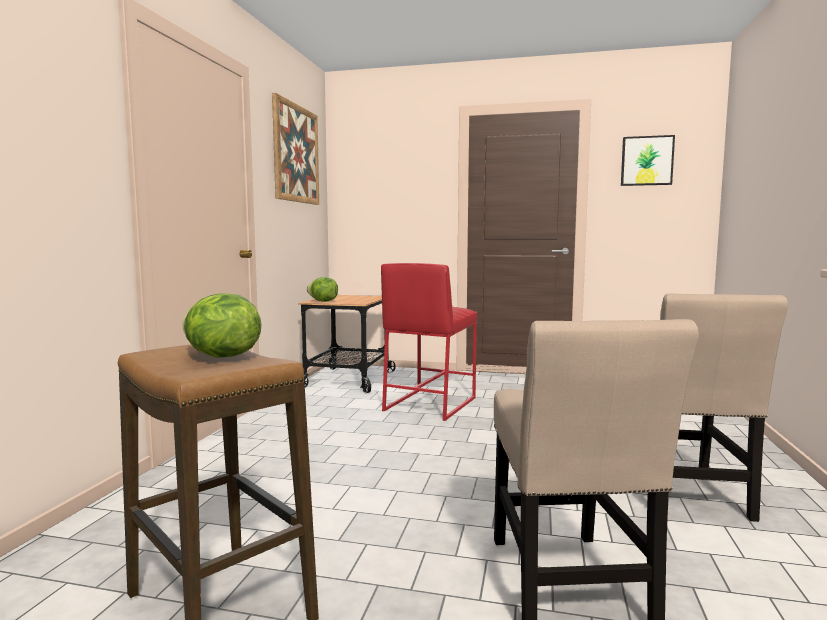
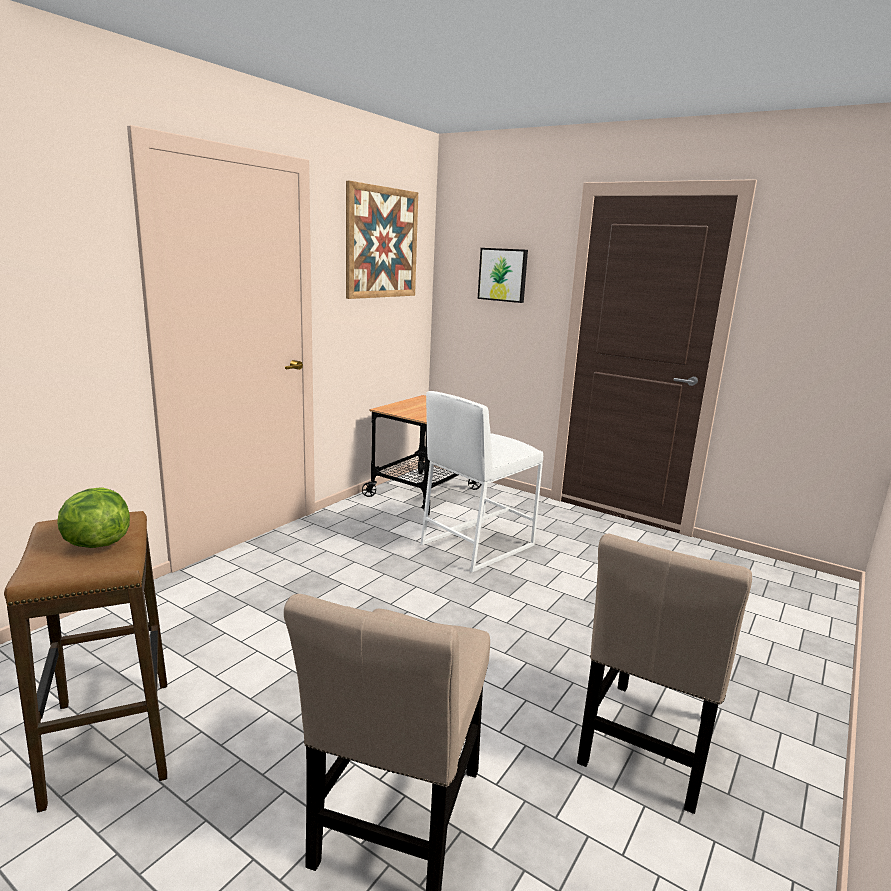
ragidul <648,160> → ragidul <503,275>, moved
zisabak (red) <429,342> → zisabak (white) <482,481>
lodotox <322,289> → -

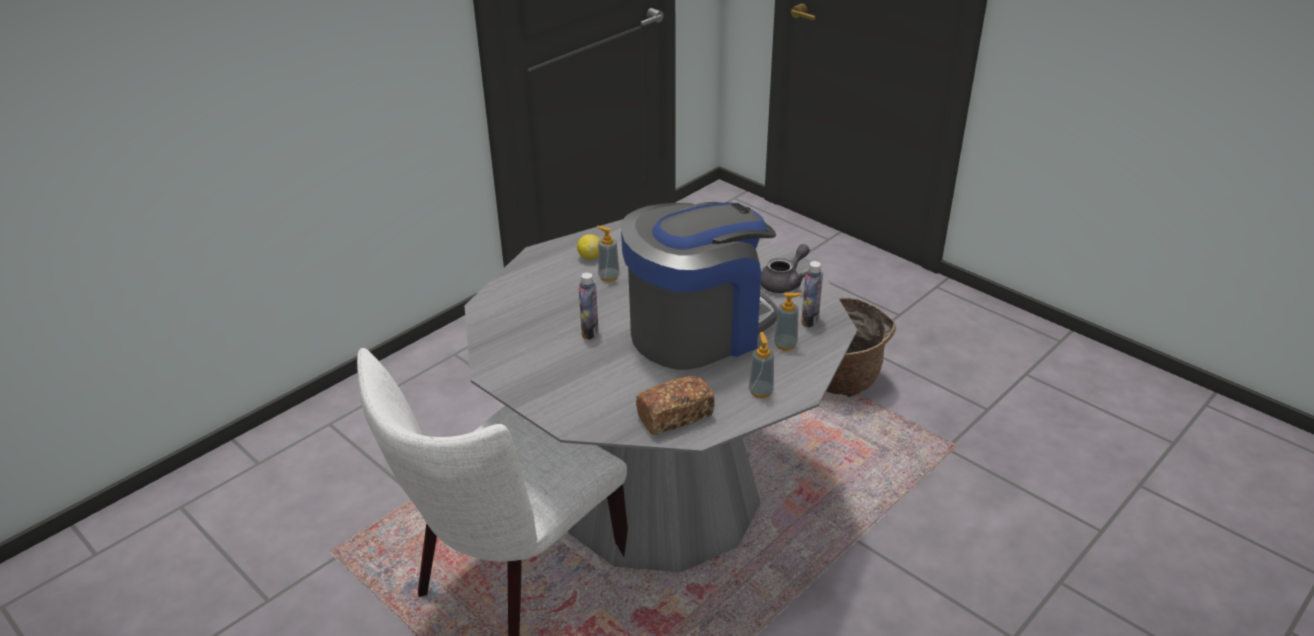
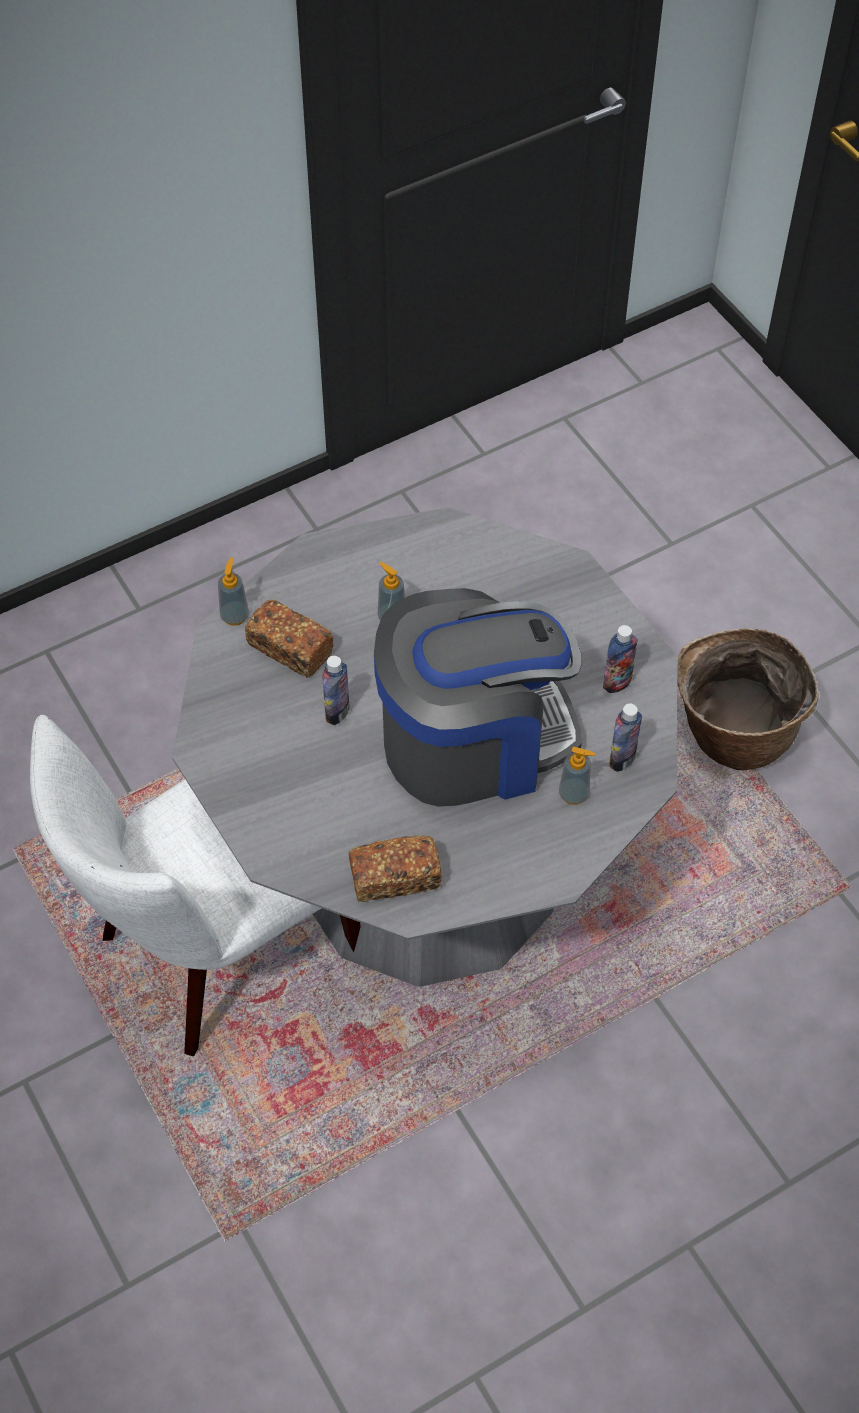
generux <588,246> → -
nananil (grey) <785,268> → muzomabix <620,659>
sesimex <761,365> → sesimex <233,591>, moved
- → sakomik <289,638>

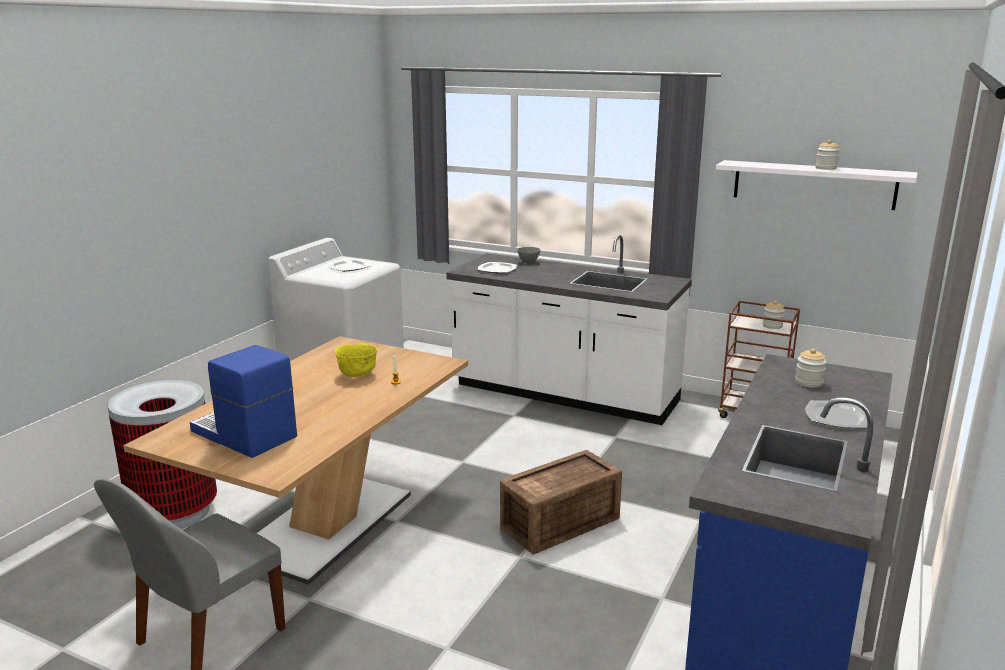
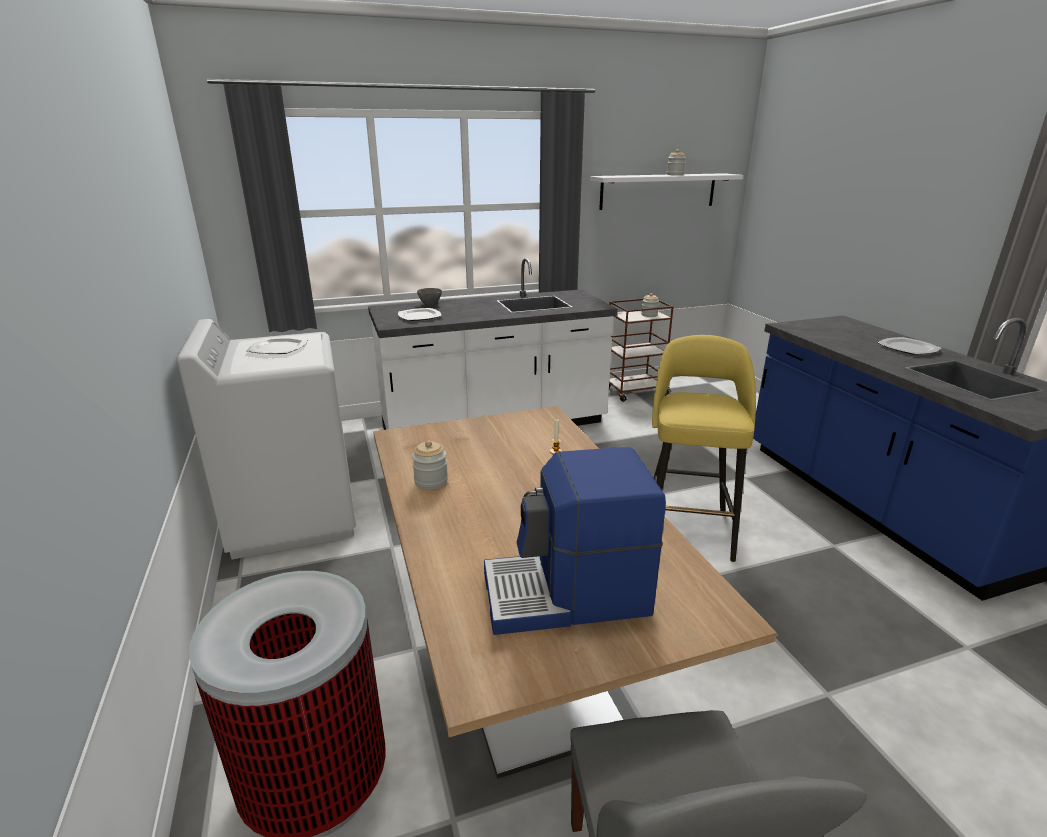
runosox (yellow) <356,360> → -
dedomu <810,368> → dedomu <430,465>, moved
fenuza <561,502> → zisabak (yellow) <704,448>

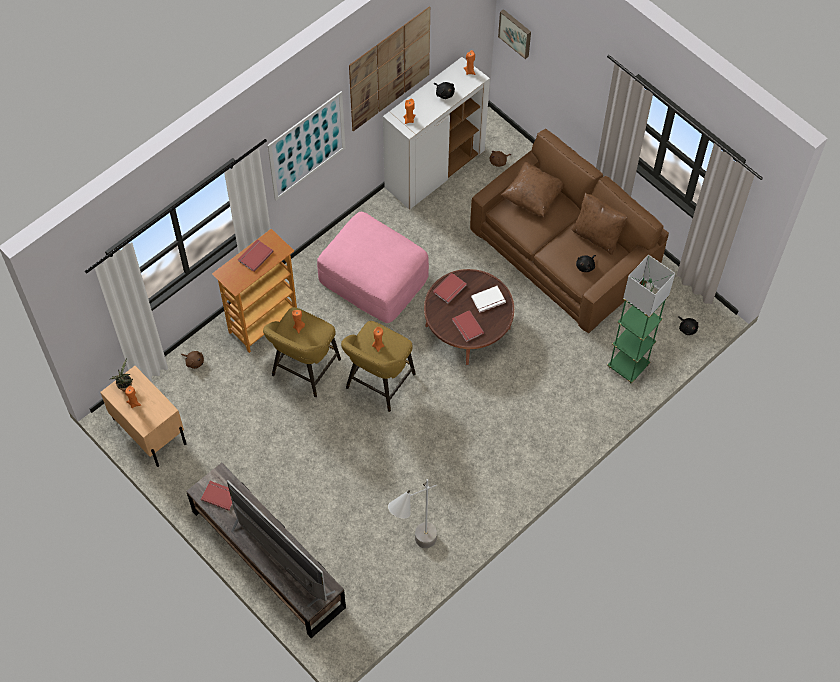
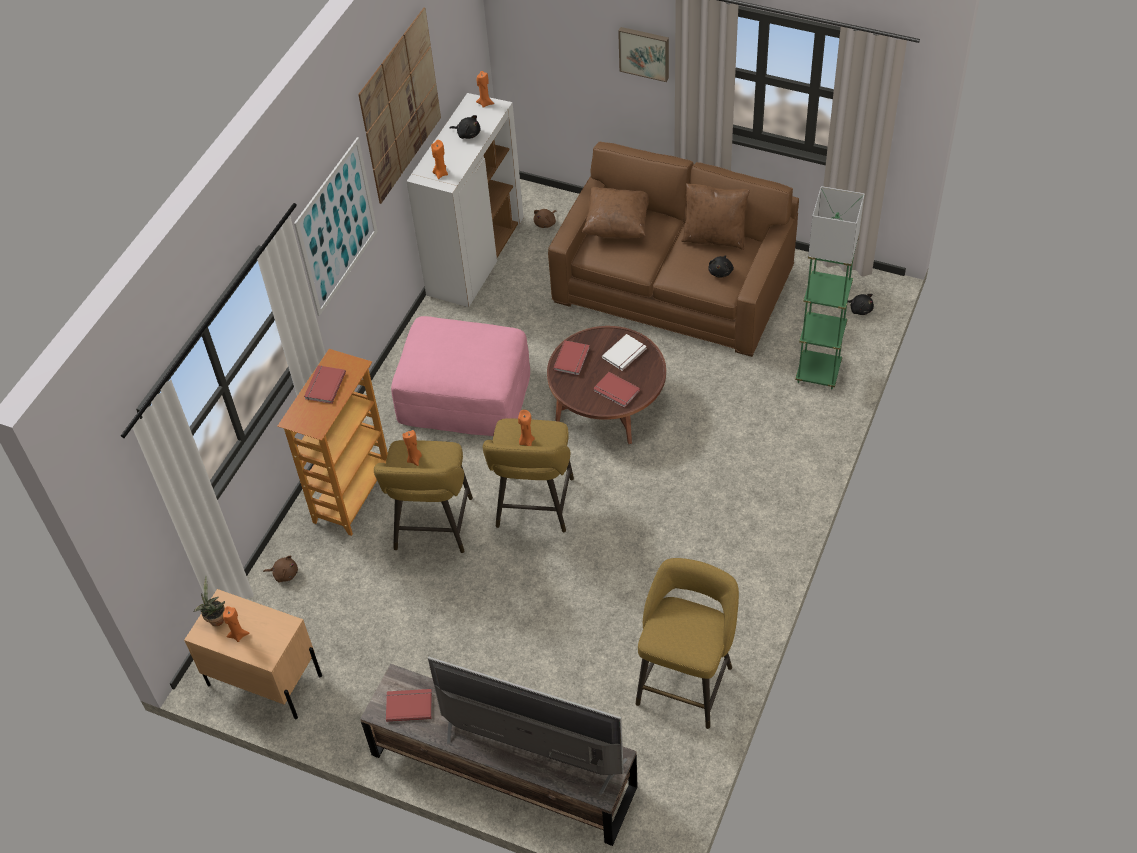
ragidul <514,34> → ragidul <643,54>, moved
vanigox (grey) <412,513> → zisabak (yellow) <687,643>

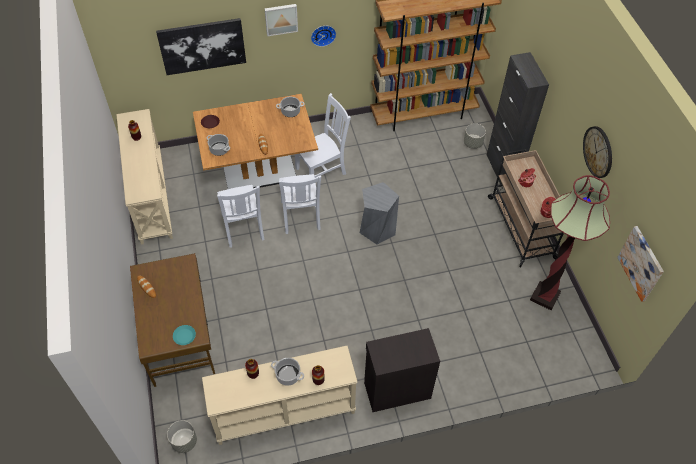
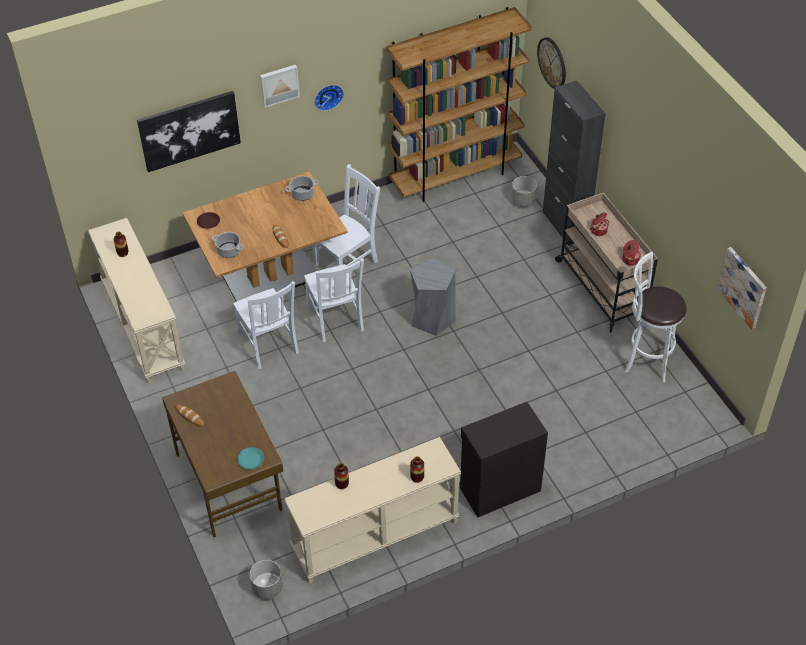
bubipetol <597,152> → bubipetol <551,63>, moved
vanigox <570,243> → zisabak (white) <655,317>
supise <287,372> → -

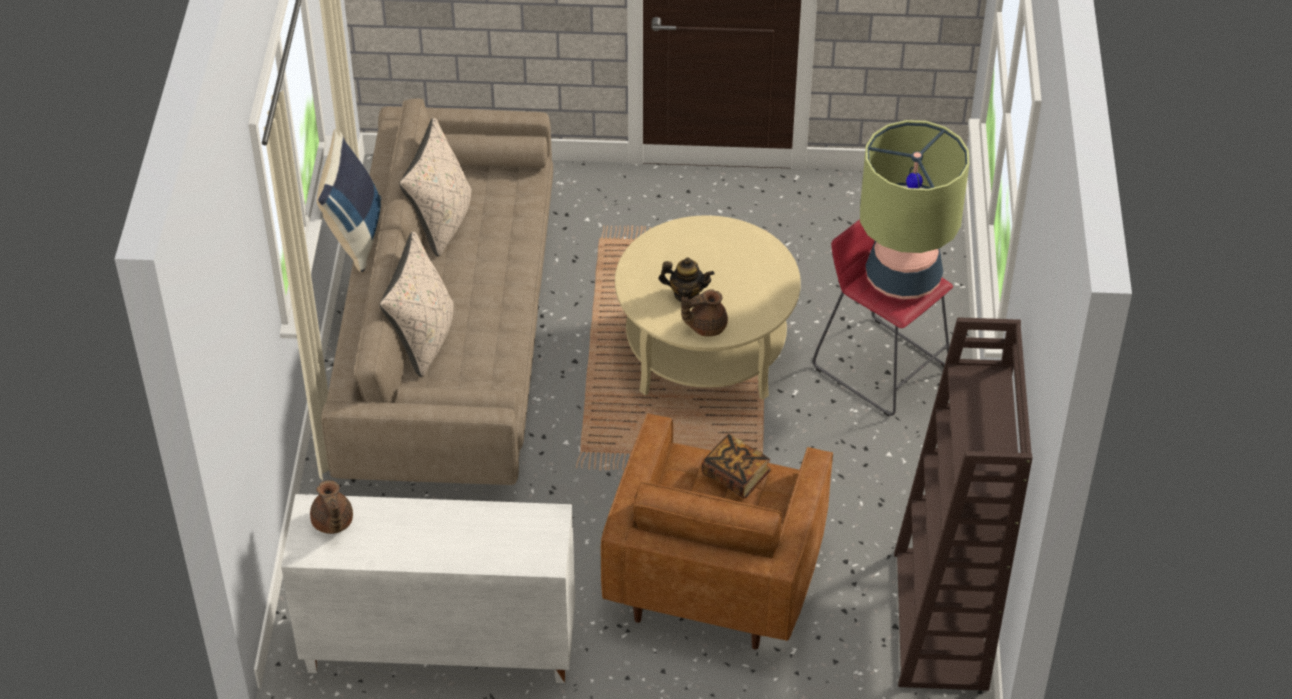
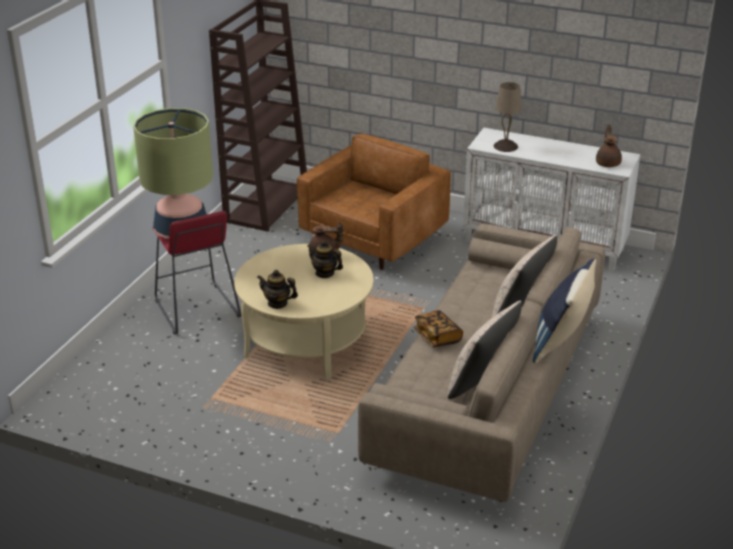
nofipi <736,466> → nofipi <438,328>, moved
- → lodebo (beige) <508,117>
- → nananil <277,289>

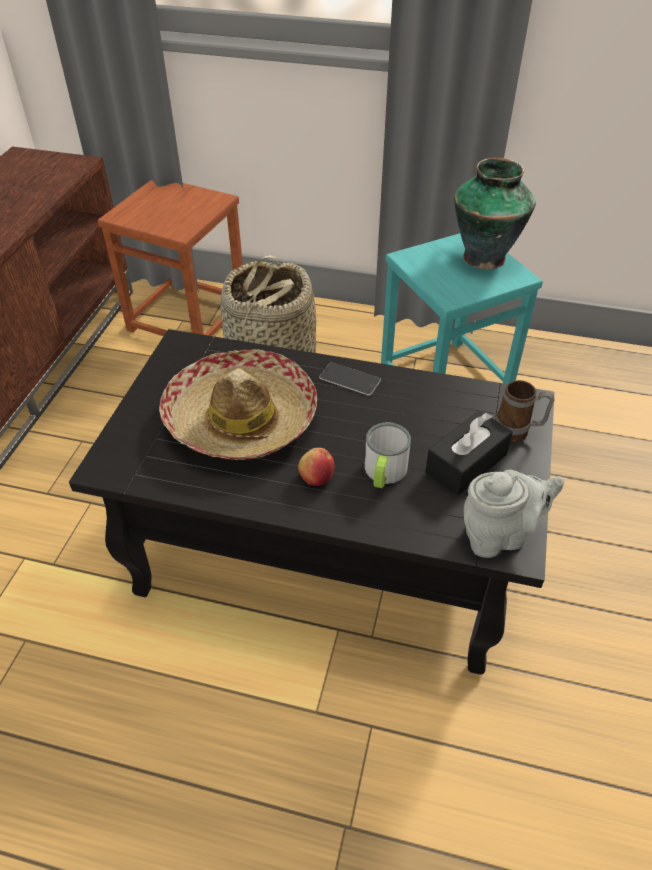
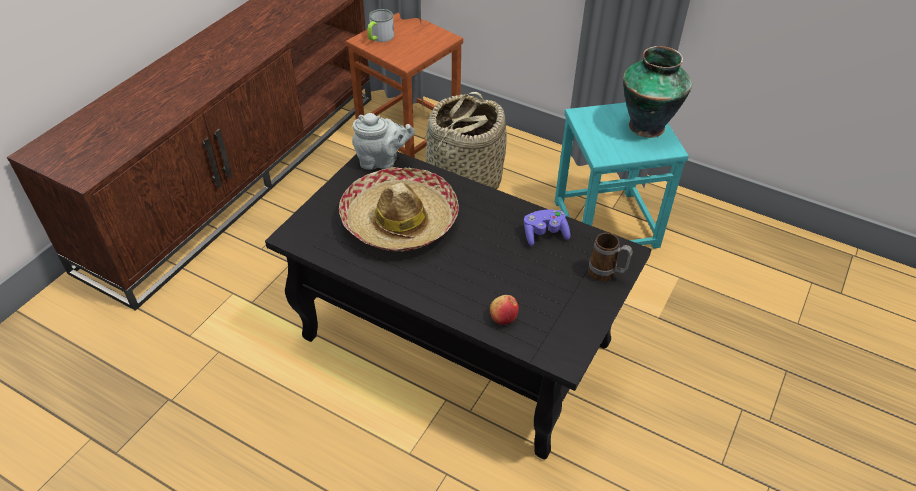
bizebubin <350,379> → -
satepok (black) <469,453> → -
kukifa <387,455> → kukifa <381,25>, moved
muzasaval <316,467> → muzasaval <504,310>, moved
nananil (grey) <514,514> → nananil (grey) <383,141>, moved
- → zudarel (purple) <547,228>

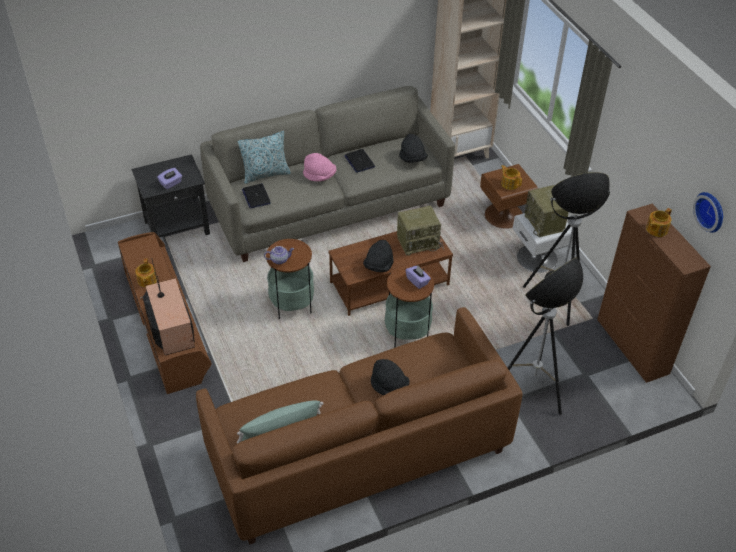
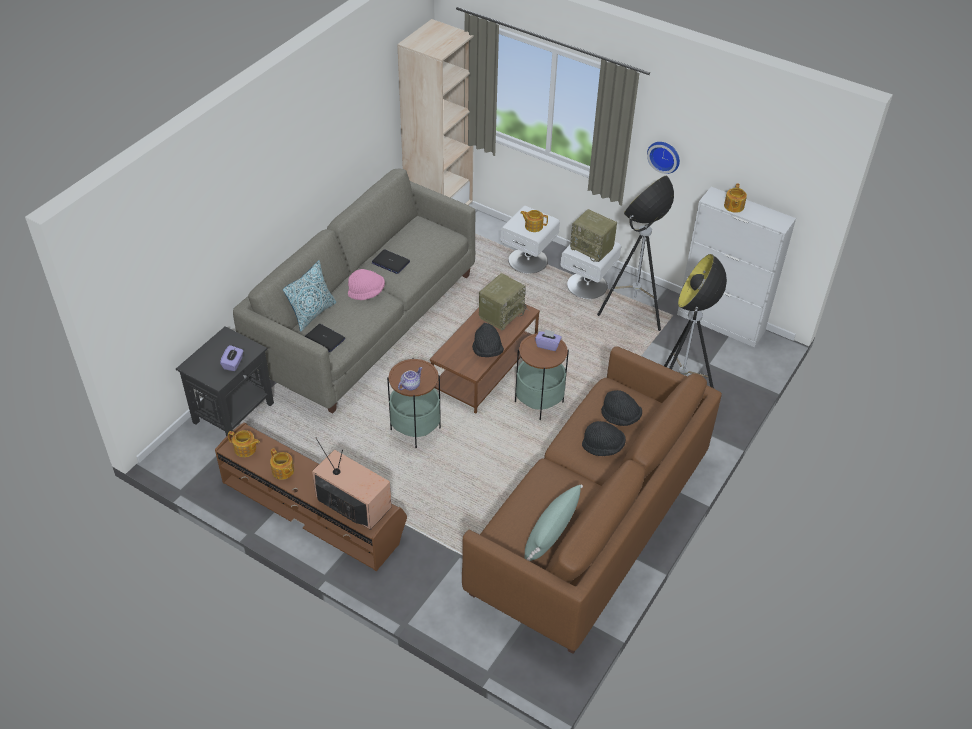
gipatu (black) <413,148> → gipatu (black) <621,408>, moved
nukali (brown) <509,196> → nukali (white) <530,240>
bubipetol <708,212> → bubipetol <663,158>, moved
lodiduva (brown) <654,293> → lodiduva (white) <736,267>
- → nananil <244,443>

